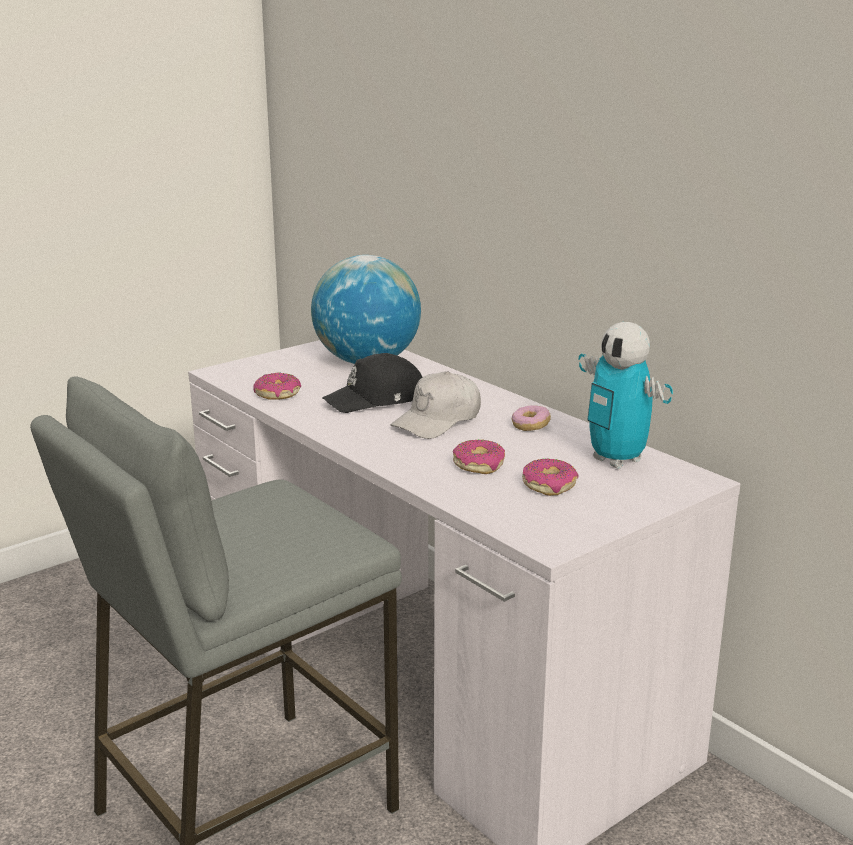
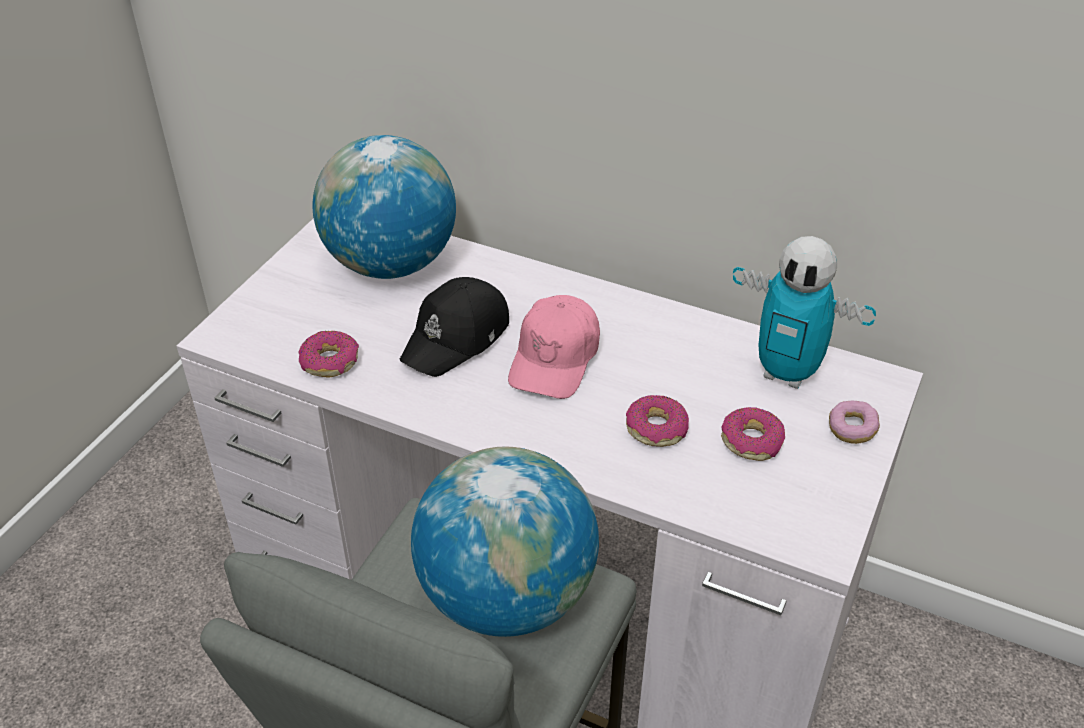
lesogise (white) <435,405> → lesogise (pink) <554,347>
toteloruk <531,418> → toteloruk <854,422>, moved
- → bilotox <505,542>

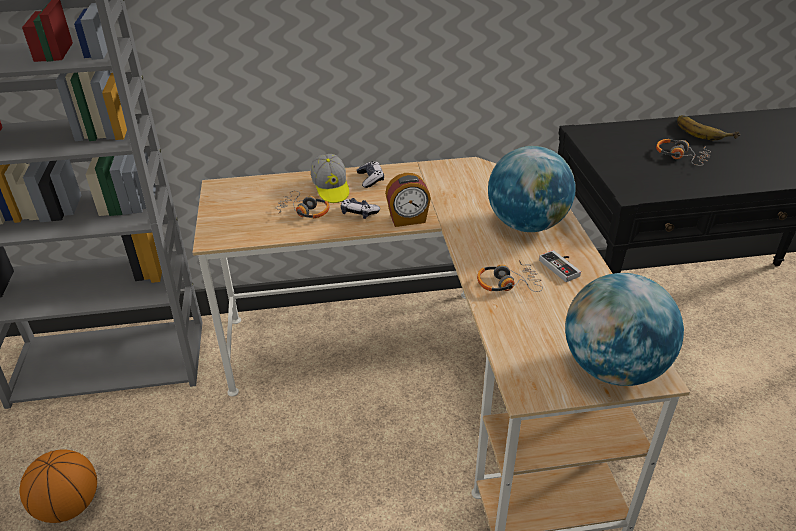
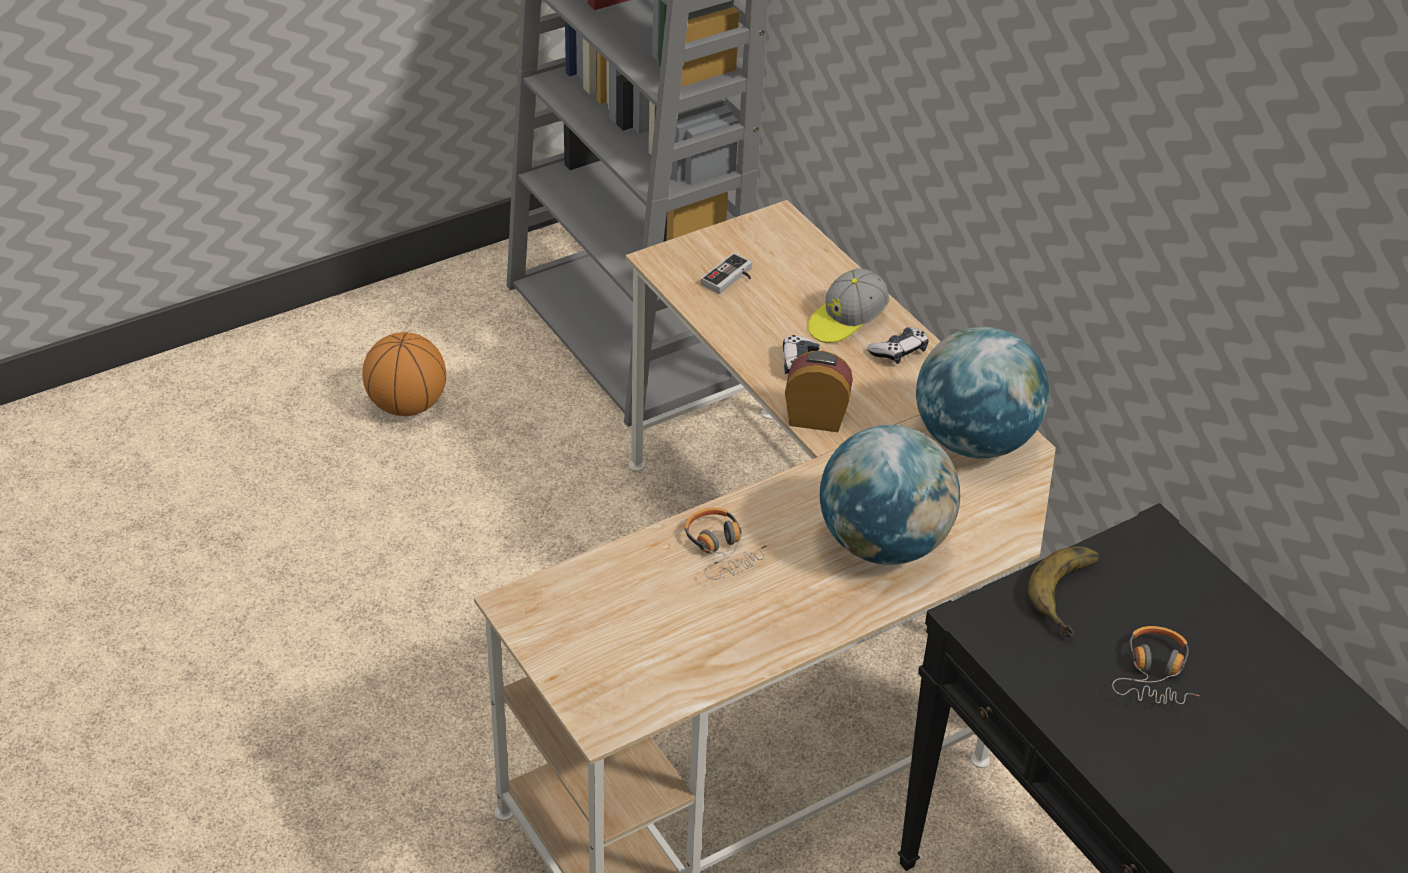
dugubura <708,127> → dugubura <1064,591>, moved
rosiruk <408,200> → rosiruk <819,391>, 135 degrees clockwise
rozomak <302,204> → -
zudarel <560,266> → zudarel <726,273>, moved
bilotox <624,329> → bilotox <982,392>, moved

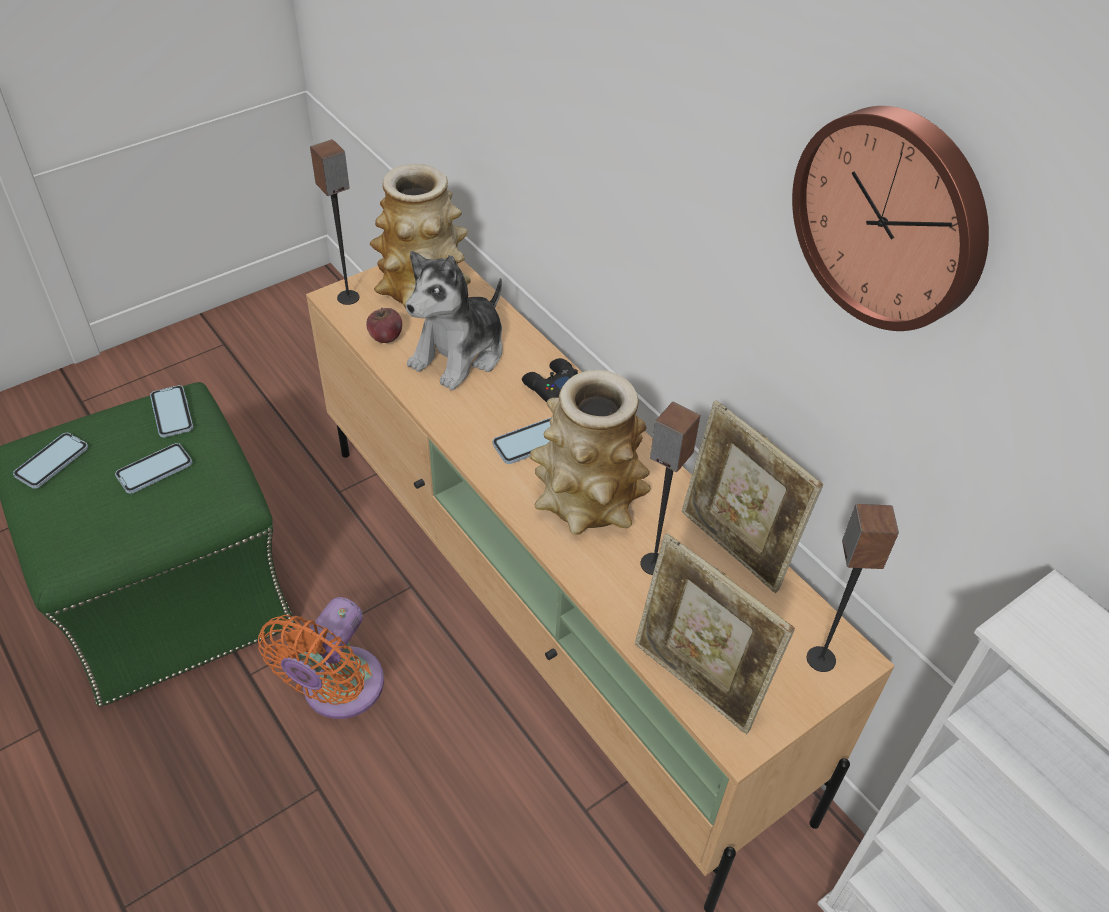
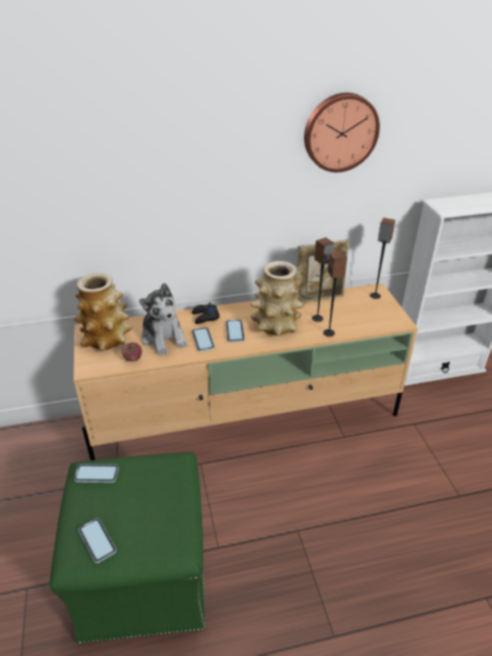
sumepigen <334,222> → sumepigen <335,294>, moved
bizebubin <153,468> → bizebubin <203,339>, moved
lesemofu <715,633> → -
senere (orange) <321,658> → -

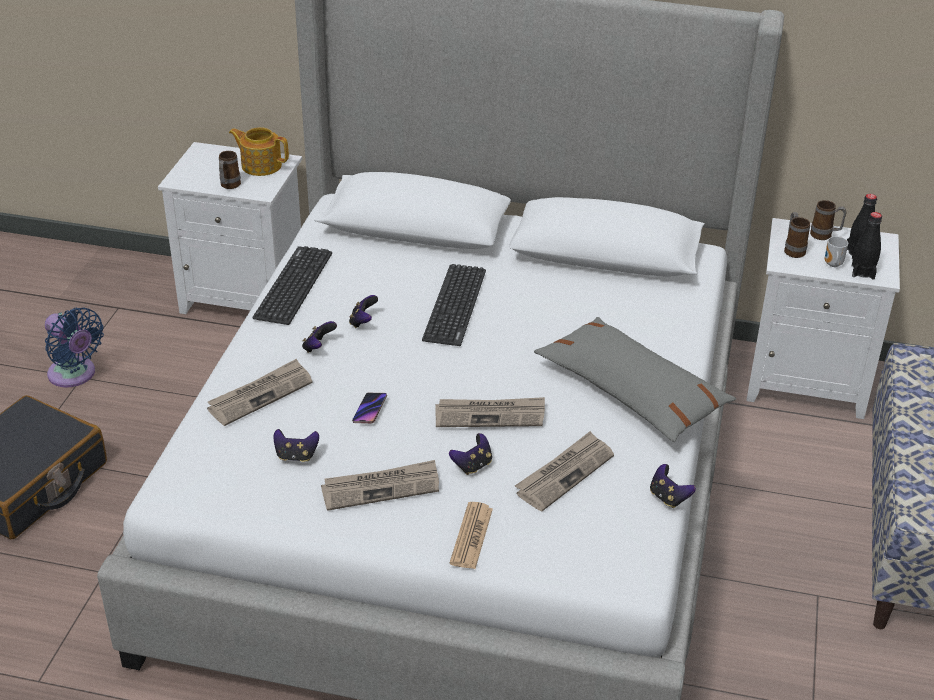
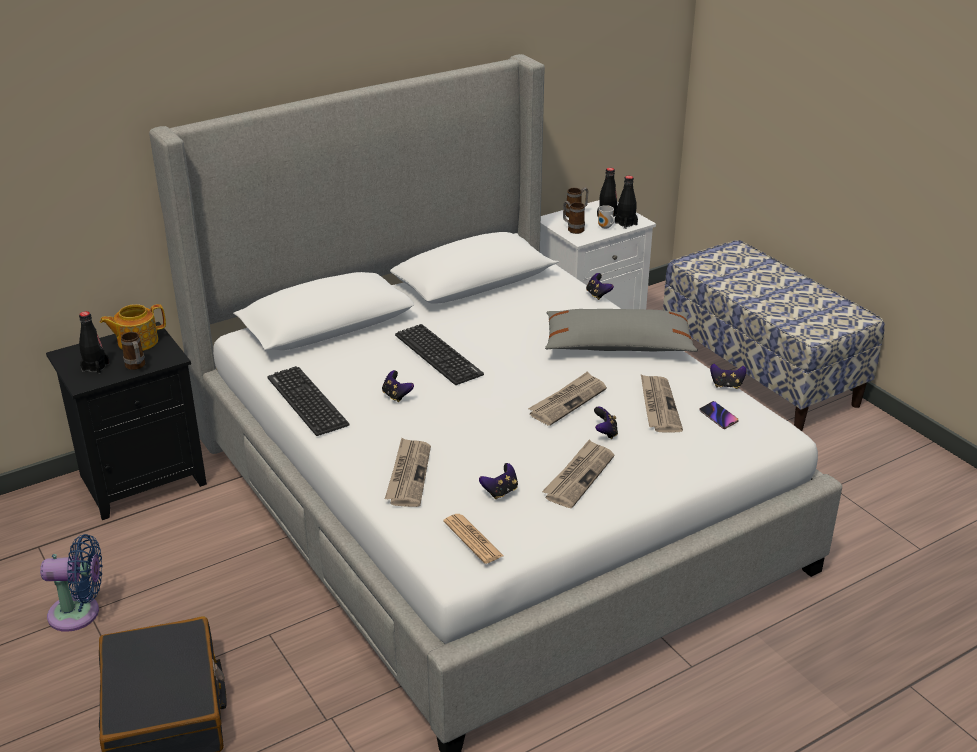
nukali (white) <230,228> → nukali (black) <126,421>
zudarel <319,337> → zudarel <600,286>, moved
bizebubin <369,408> → bizebubin <718,415>, moved
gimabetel <471,535> → gimabetel <473,539>, moved
- → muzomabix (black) <94,342>

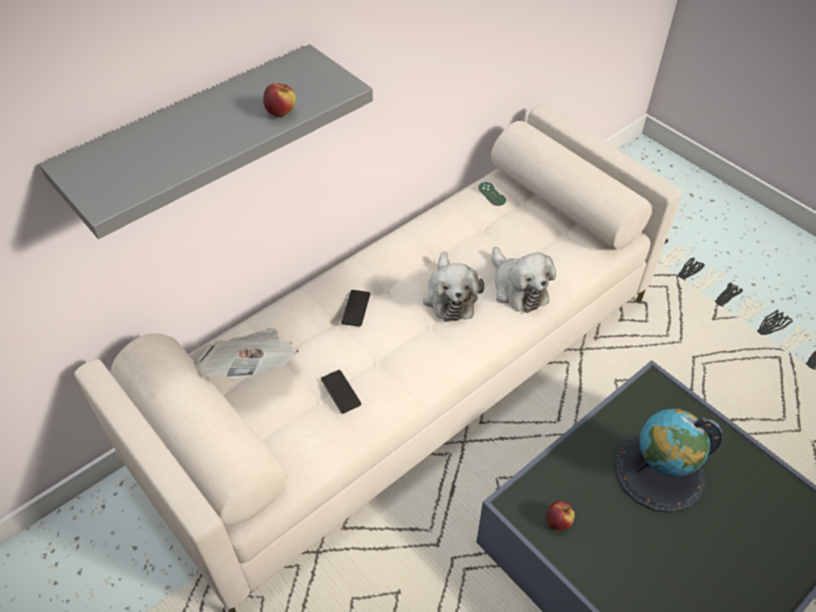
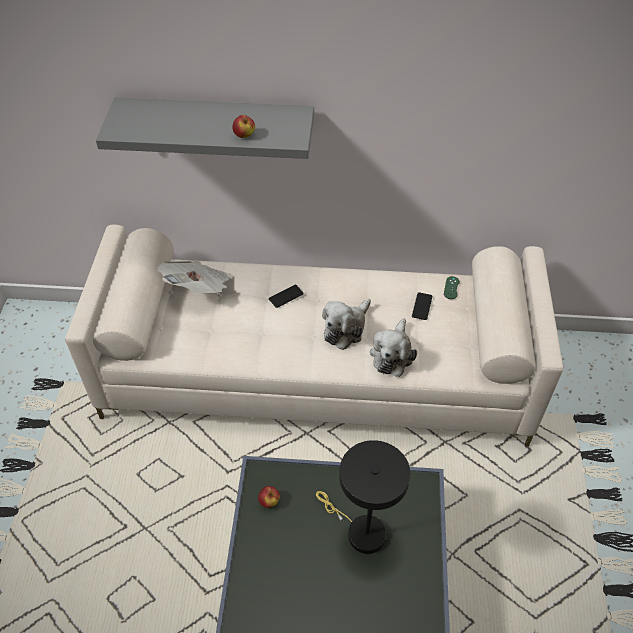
bizebubin <341,392> → bizebubin <422,306>, moved
bilotox <668,461> → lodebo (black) <363,497>

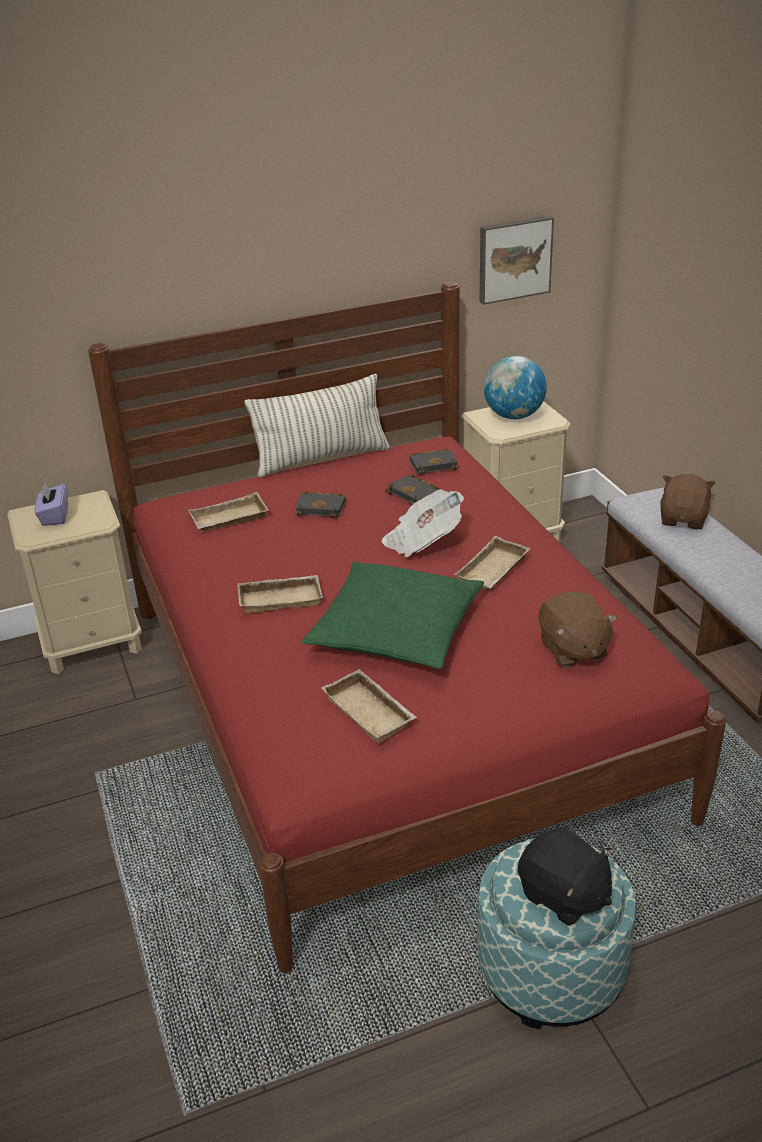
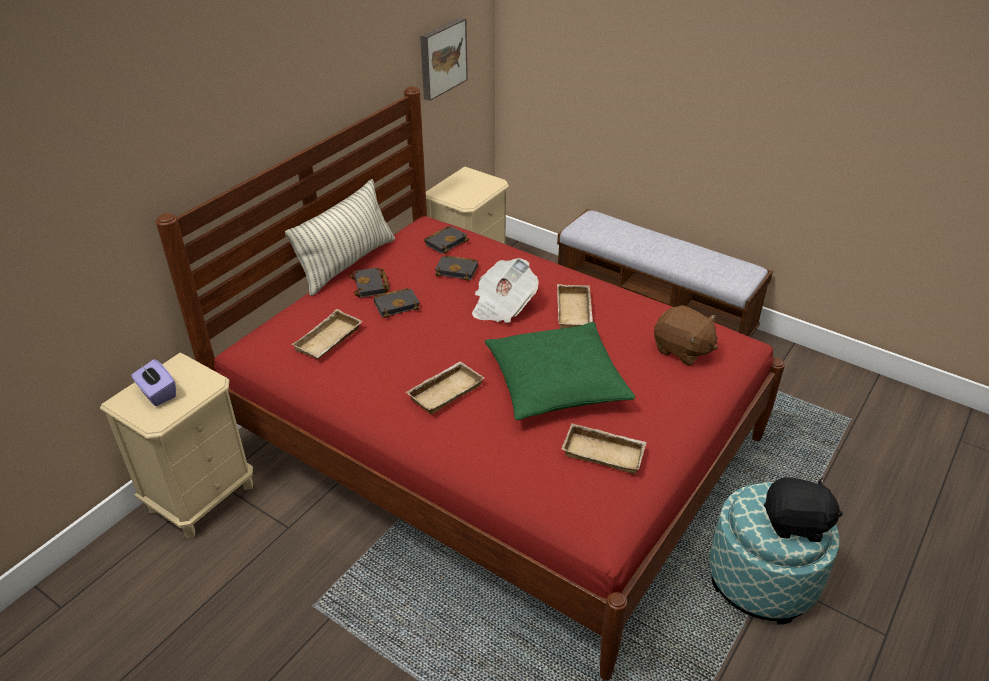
bilotox <515,387> → -
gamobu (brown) <688,501> → -
- → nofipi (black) <370,282>

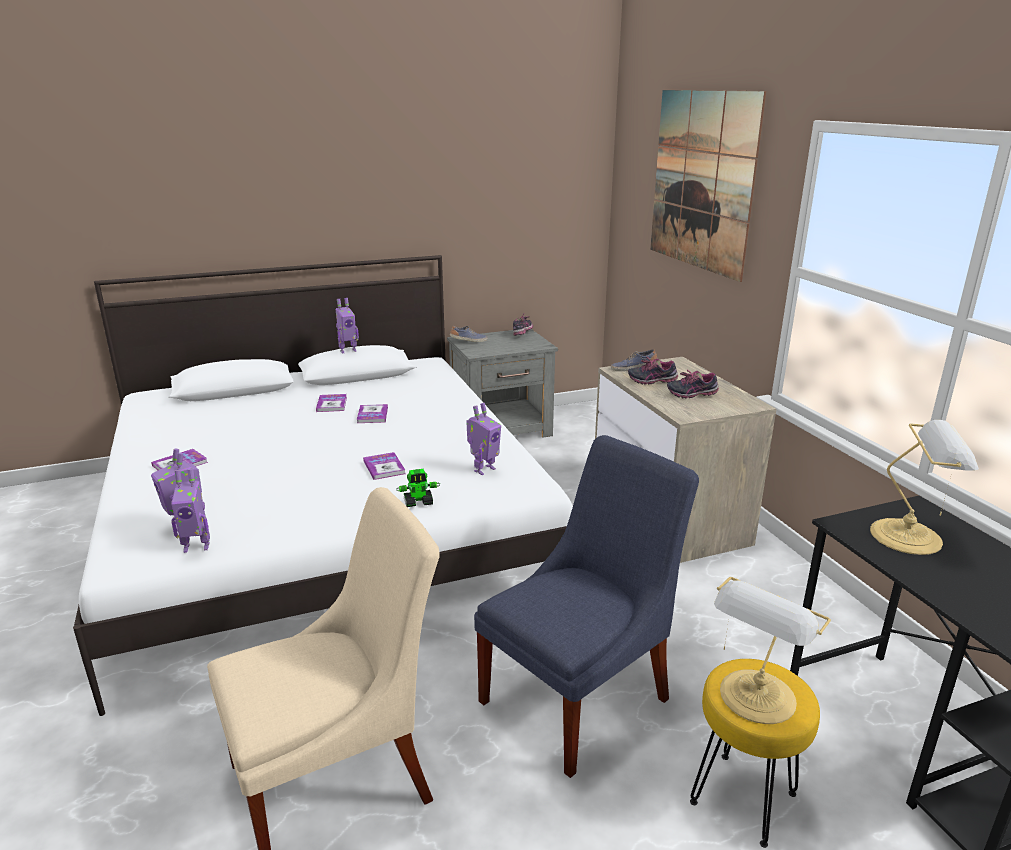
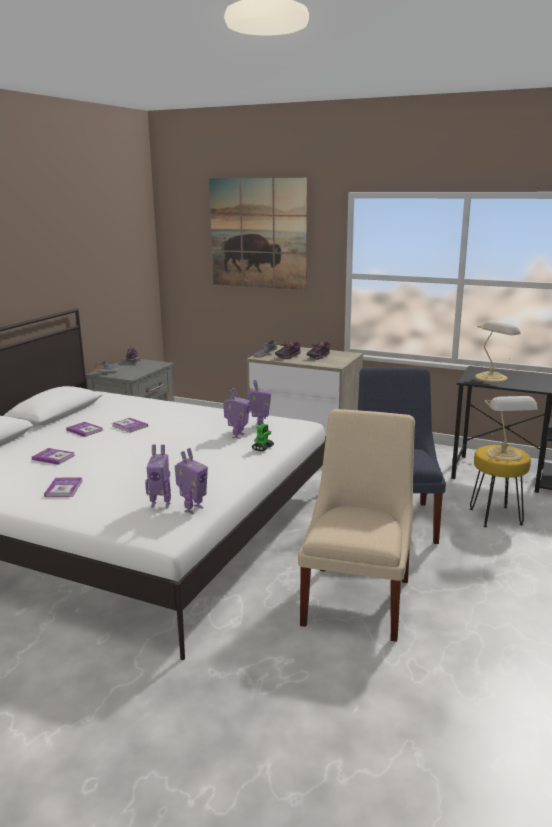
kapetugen <347,326> → kapetugen <236,413>, moved
nofipi <384,466> → nofipi <53,456>, moved

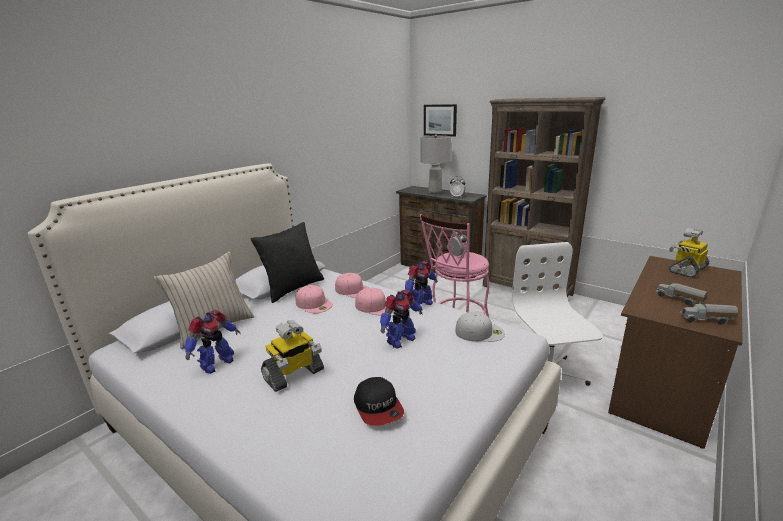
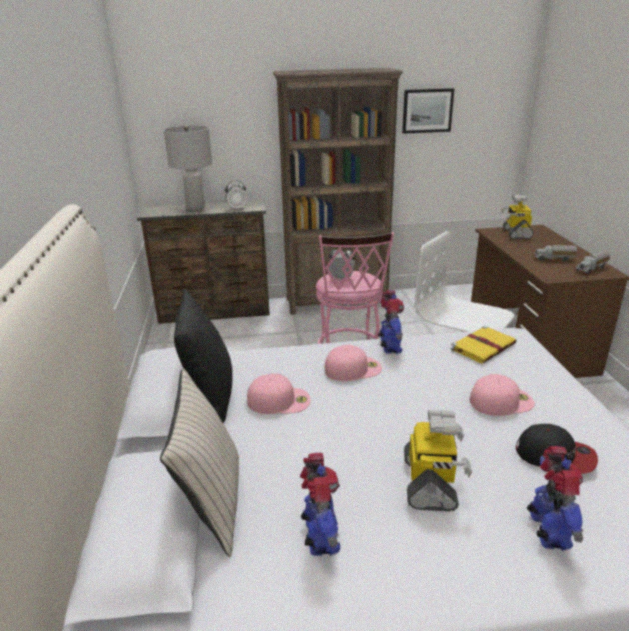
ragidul <440,120> → ragidul <428,111>, moved
lesogise (pink) <352,285> → lesogise (pink) <502,395>, moved
kapetugen <401,319> → kapetugen <555,498>, moved
lesogise (white) <480,326> → nofipi (yellow) <484,345>

